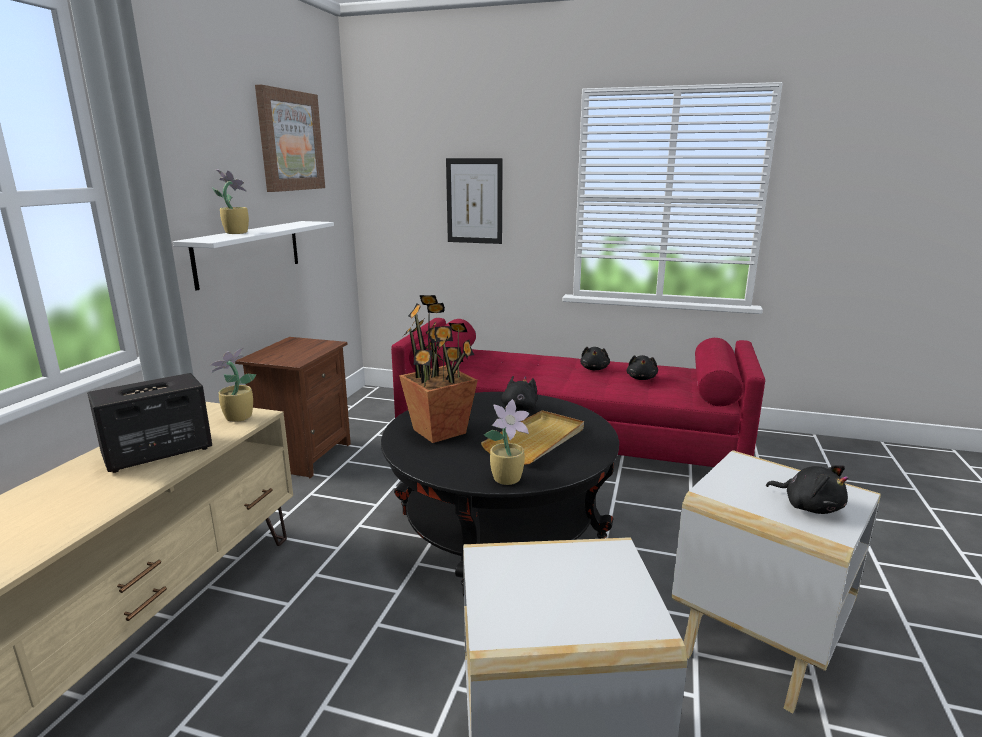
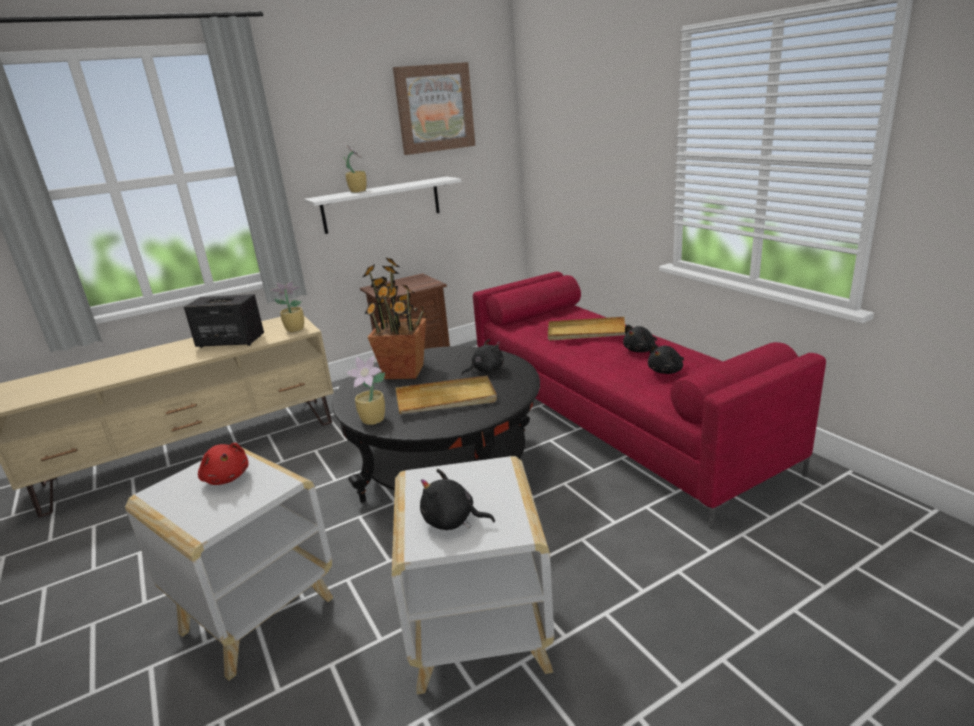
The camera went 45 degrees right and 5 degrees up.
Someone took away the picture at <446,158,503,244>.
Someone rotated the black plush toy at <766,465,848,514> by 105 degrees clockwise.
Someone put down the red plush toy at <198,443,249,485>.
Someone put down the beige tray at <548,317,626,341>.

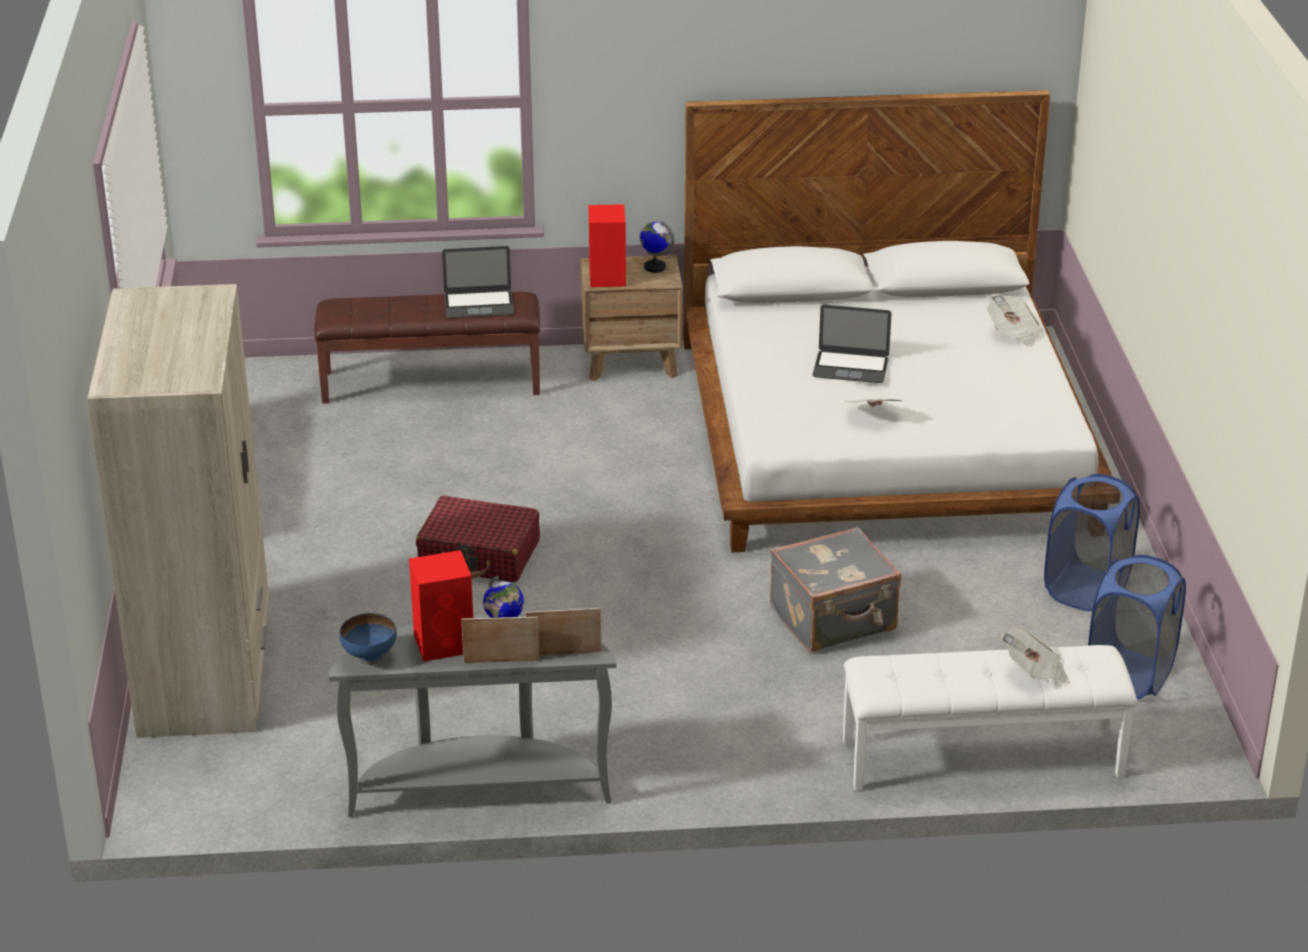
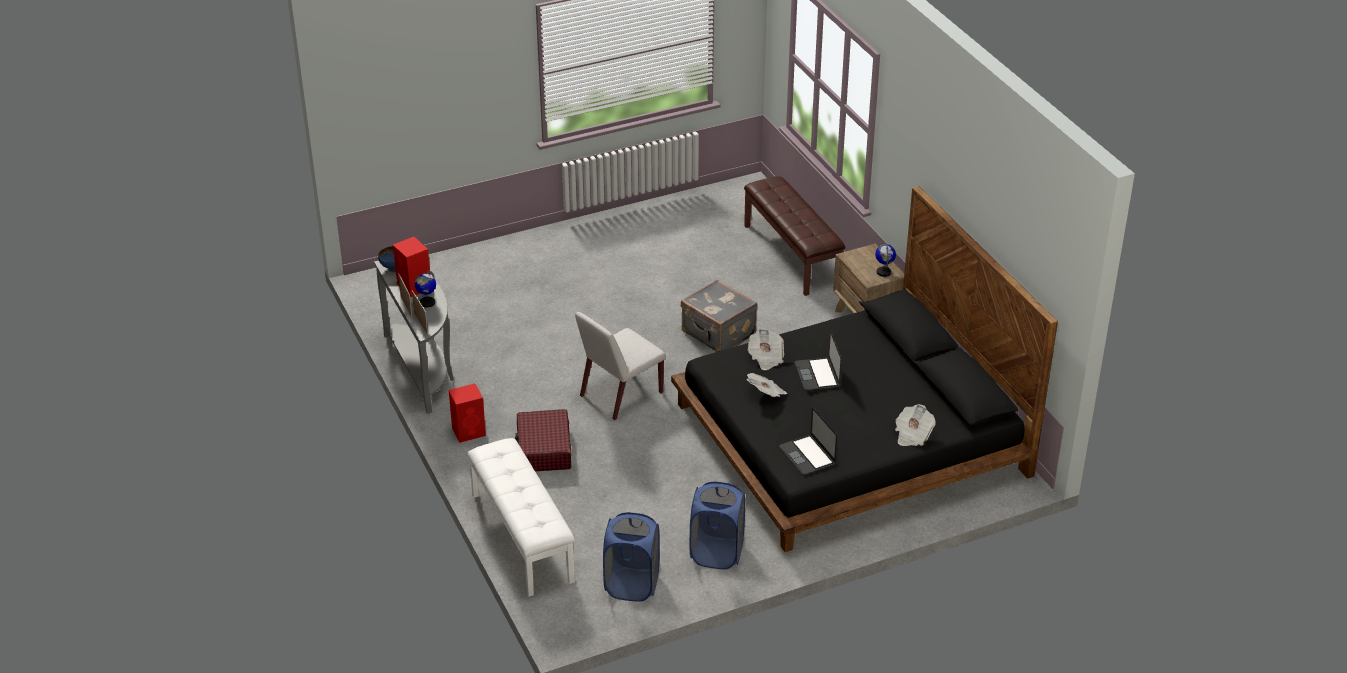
The camera went 70 degrees right and 5 degrees up.
Someone took away the beige wardrobe at <87,284,269,738>.
Someone carried the red suitcase from <416,495,540,582> to <515,409,571,472>.
Someone carried the laptop from <442,246,514,318> to <779,407,838,474>.
Someone carried the red speaker from <589,204,626,287> to <449,383,486,443>.
Someone repainted the white bed at <683,90,1113,552>, which became the black bed at <671,186,1058,552>.
Someone carried the grey suitcase from <770,527,901,652> to <681,279,757,352>.
Someone carried the newspaper from <1000,628,1070,684> to <748,328,784,371>.
Someone put down the white chair at <575,312,666,420>.

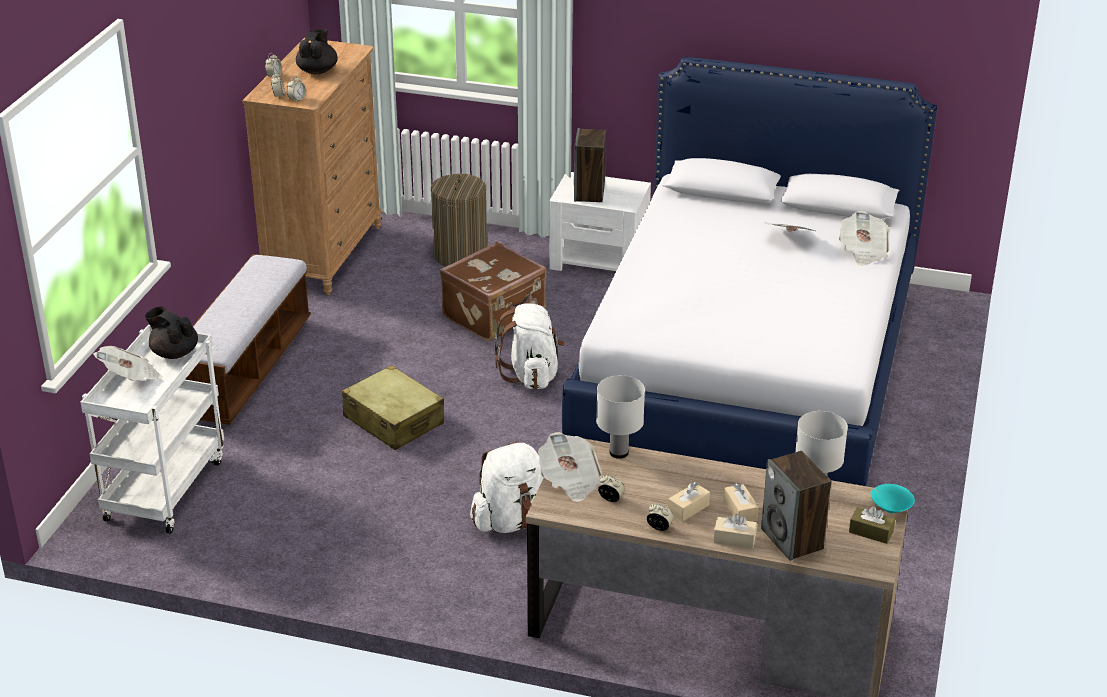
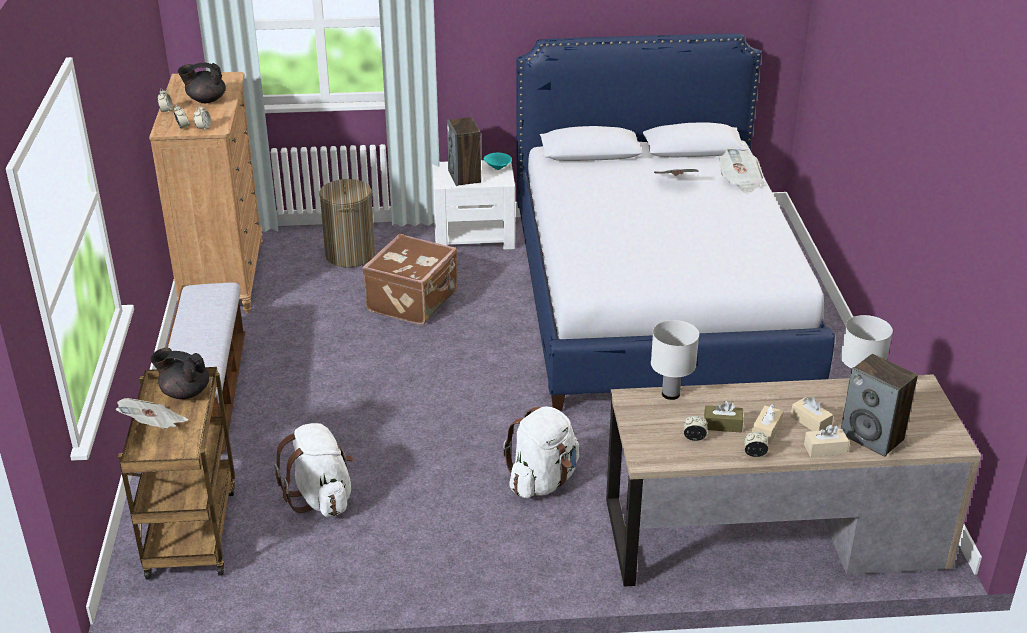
The camera went 20 degrees left and 0 degrees up.
Someone repainted the white cart at <80,325,224,534>, which became the brown cart at <118,367,235,580>.
Someone rotated the black teapot at <296,29,338,74> by 90 degrees counterclockwise.
Someone took away the beige suitcase at <342,365,444,450>.
Someone carried the white backpack from <495,303,565,390> to <274,423,353,517>.
Someone took away the newspaper at <538,432,602,502>.
Someone carried the brown tissue box from <849,506,895,544> to <704,401,743,432>.
Someone carried the turquoise bowl from <871,484,915,513> to <483,152,512,170>.

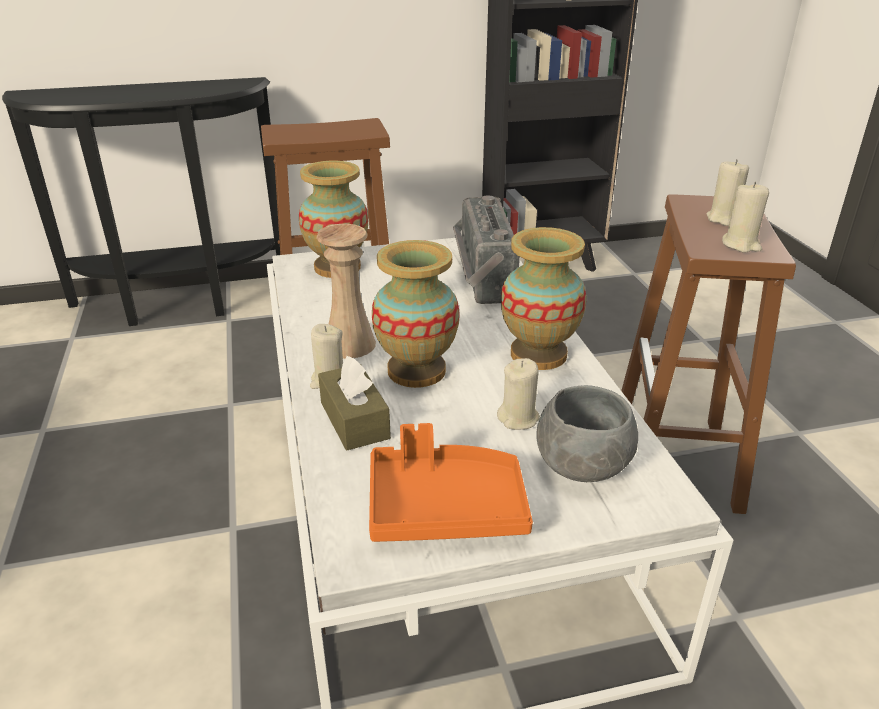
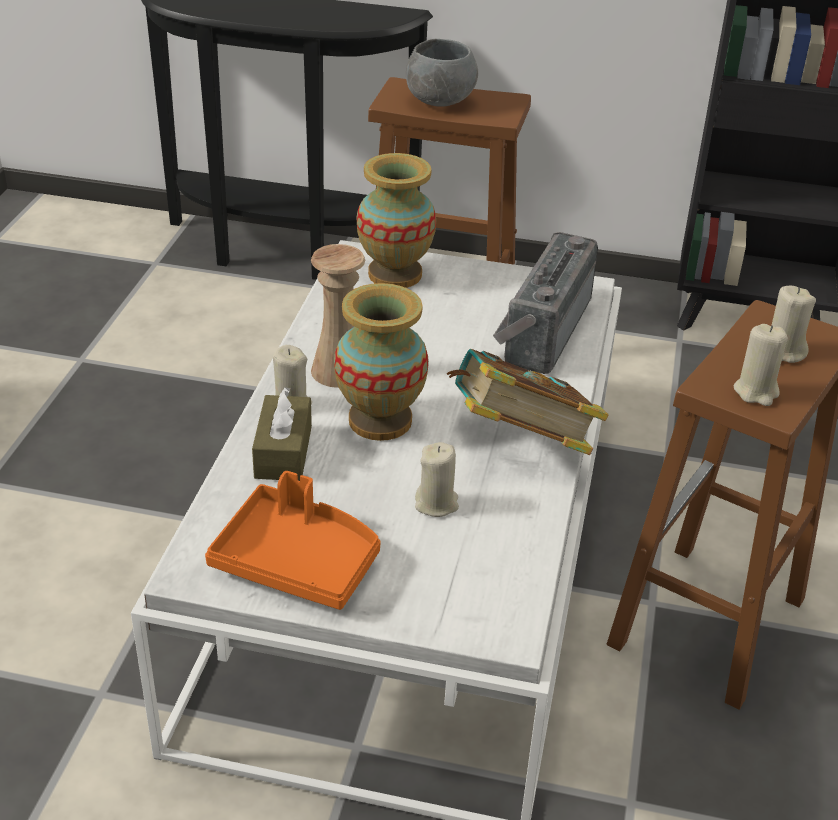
The camera went 25 degrees right and 5 degrees up.
Someone swapped the vase at <501,227,586,370> for the book at <446,349,609,455>.
Someone carried the grey bowl from <536,385,638,482> to <406,39,478,107>.

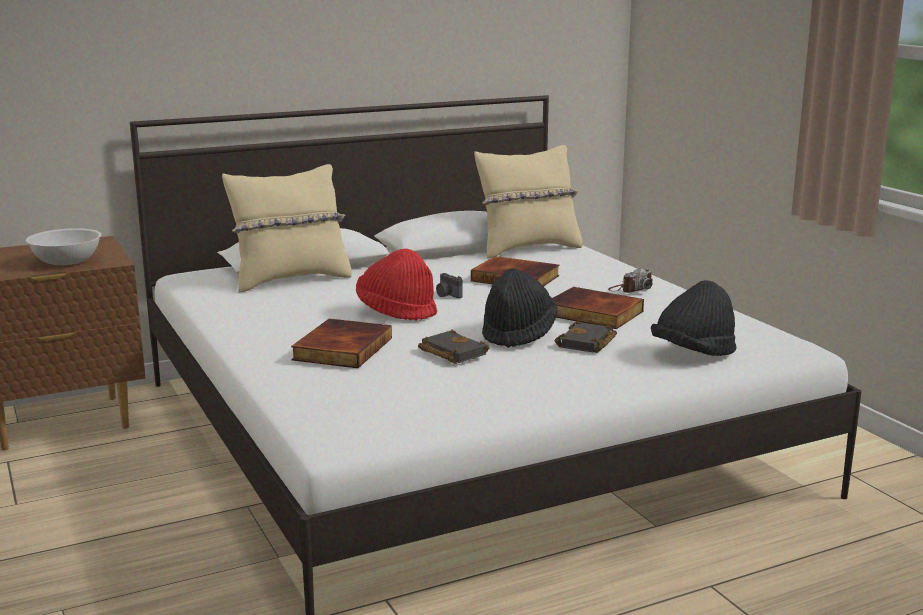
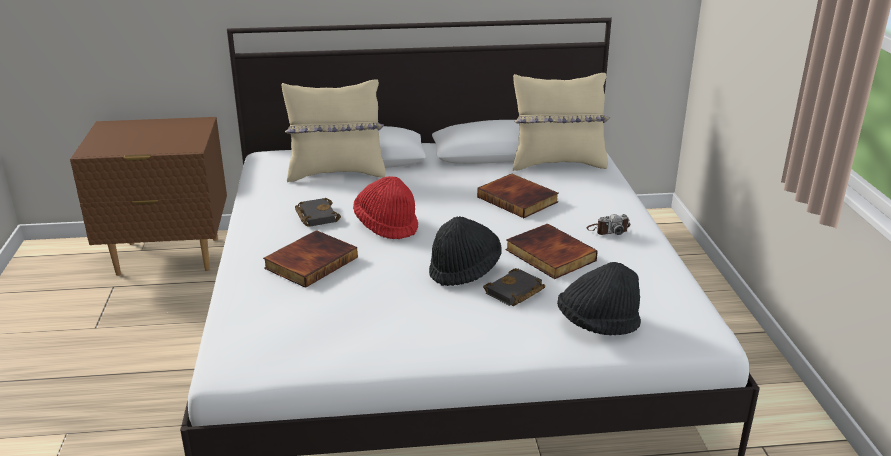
The camera went 20 degrees right and 10 degrees up.
Someone took away the white bowl at <26,228,101,265>.
Someone carried the black book from <418,330,490,364> to <295,198,341,226>.
Someone took away the photo camera at <436,273,462,298>.

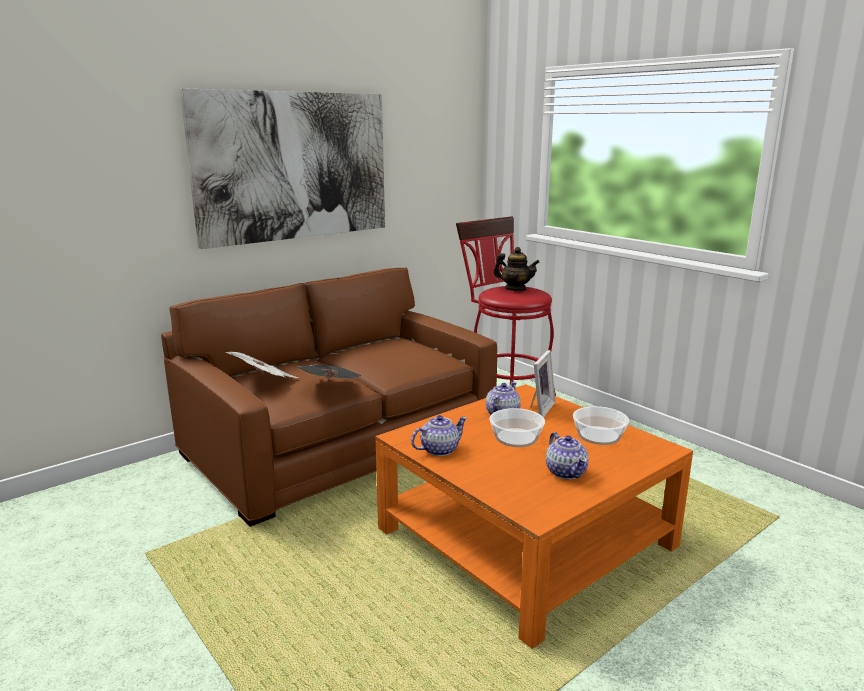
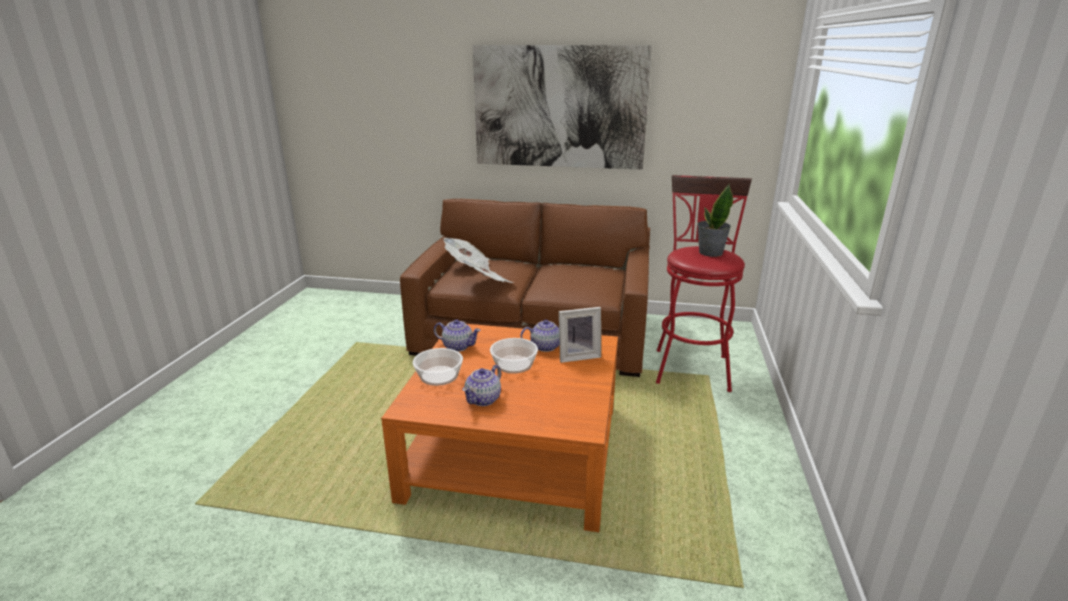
The camera went 50 degrees right and 5 degrees up.
Someone swapped the teapot at <494,247,540,291> for the potted plant at <697,183,733,257>.
Someone carried the bowl from <573,406,629,445> to <413,348,463,386>.

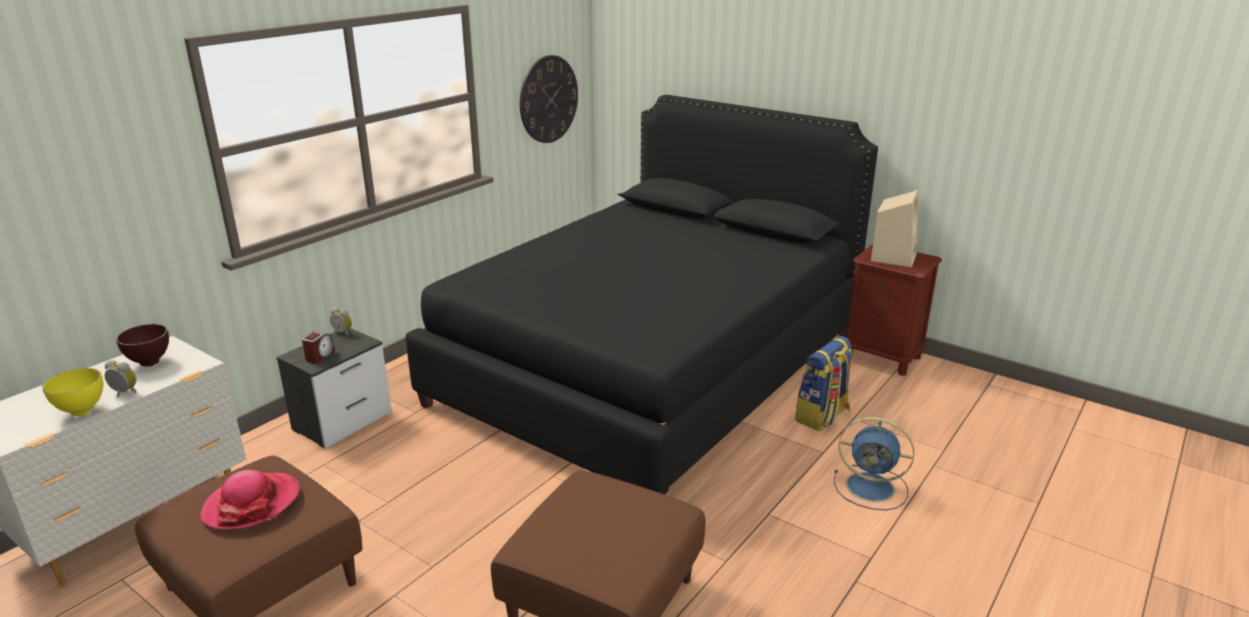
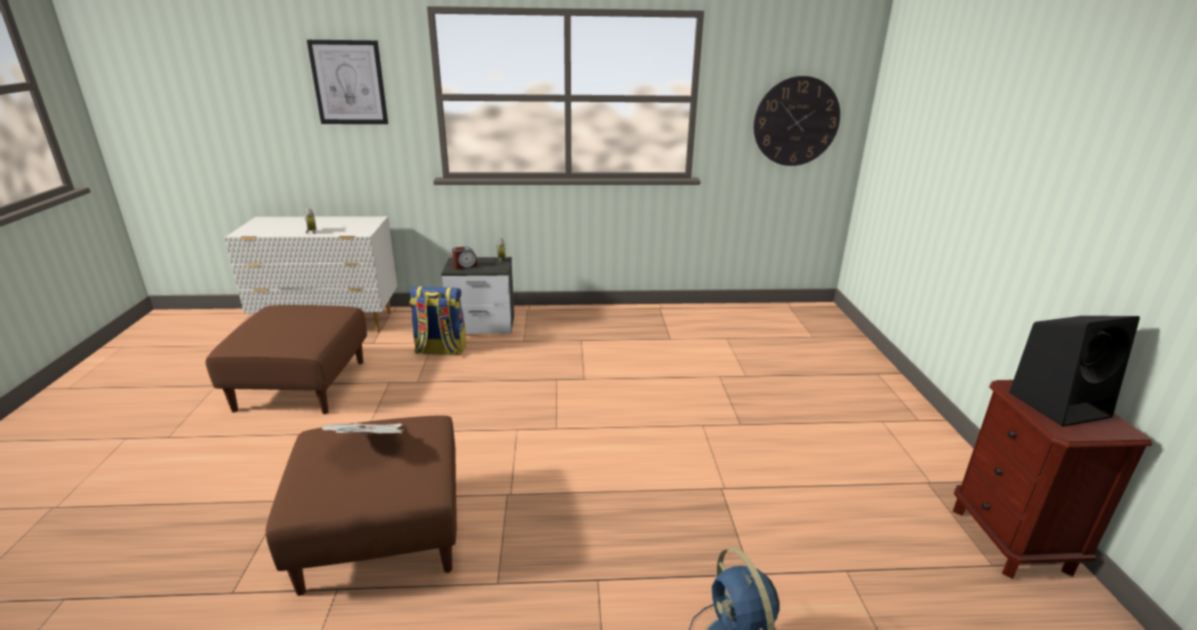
The camera went 50 degrees right and 0 degrees up.
Someone took away the yellow bowl at <42,368,103,416>.
Someone took away the brown bowl at <116,324,169,367>.
Someone took away the hat at <200,470,300,530>.
Someone took away the black bed at <405,95,878,495>.
Someone carried the backpack from <795,336,854,431> to <410,286,466,355>.
Someone repainted the beige speaker at <871,190,918,268>, which became the black speaker at <1009,316,1140,427>.
Someone put up the picture at <307,40,388,124>.
Someone put down the newspaper at <322,423,404,436>.

